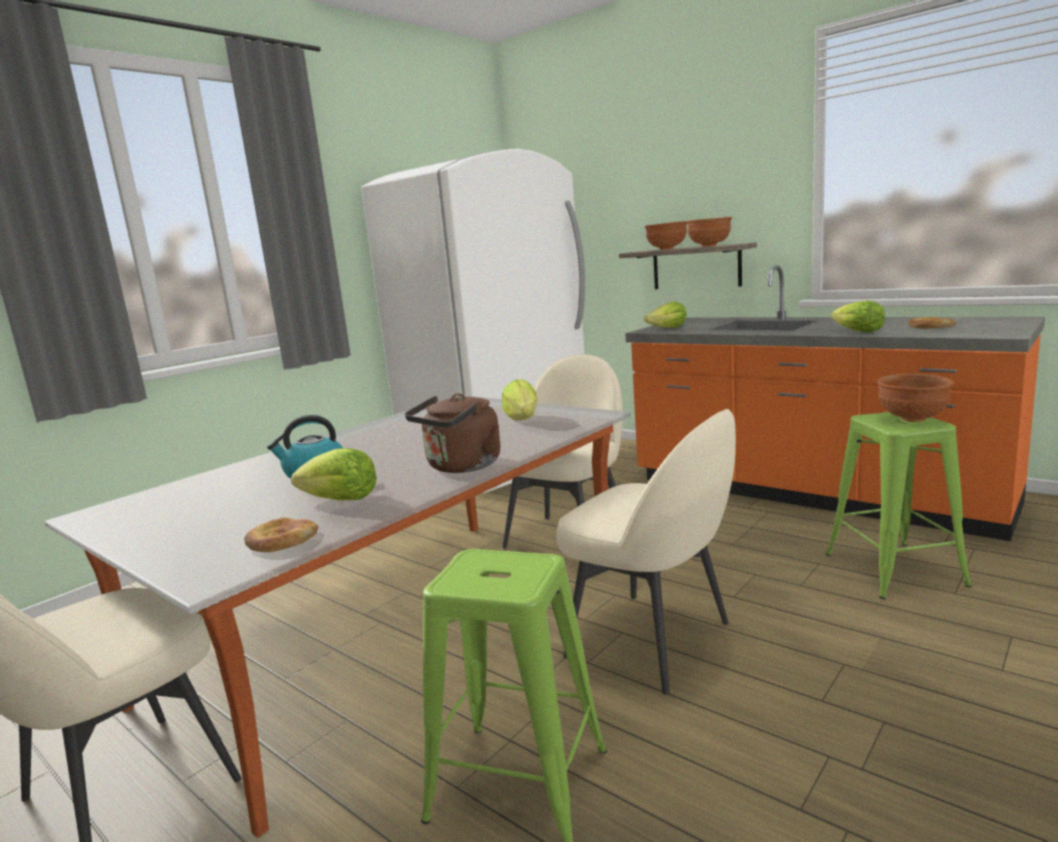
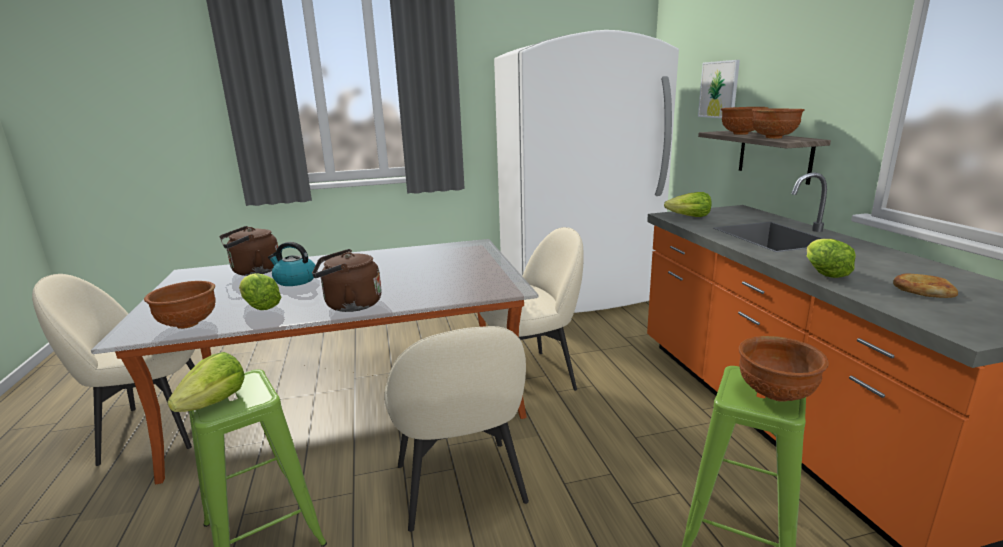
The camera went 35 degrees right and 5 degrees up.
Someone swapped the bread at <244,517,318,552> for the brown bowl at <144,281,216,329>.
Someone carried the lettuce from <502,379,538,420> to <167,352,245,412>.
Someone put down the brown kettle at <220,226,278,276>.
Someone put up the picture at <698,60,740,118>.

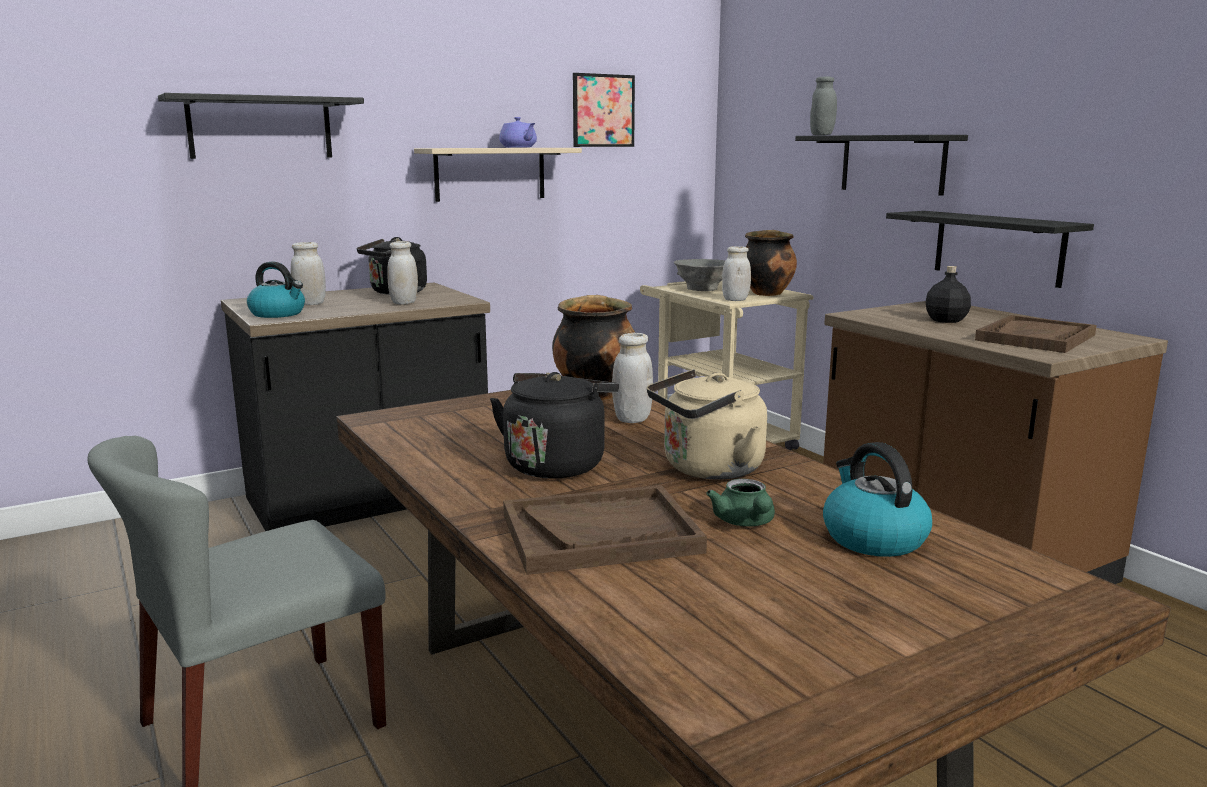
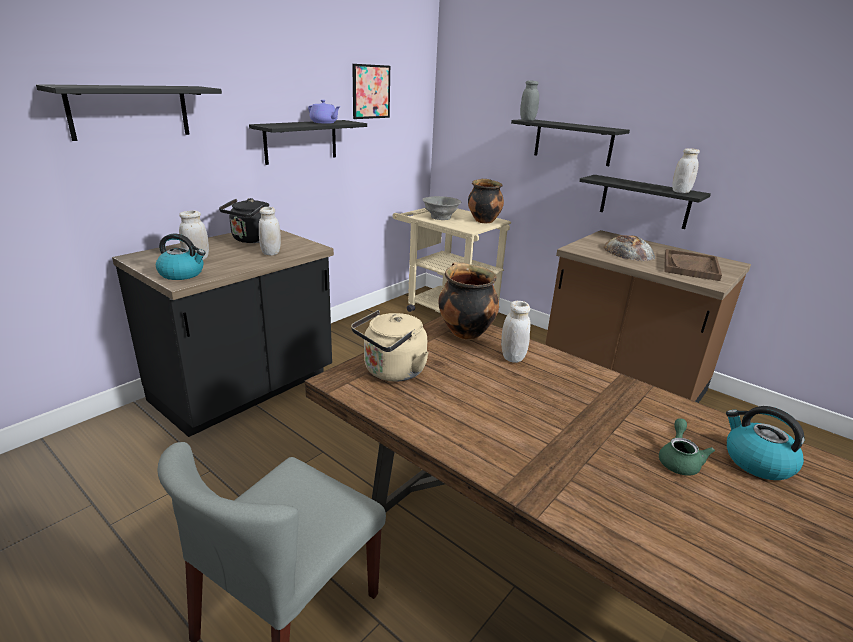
The camera went 20 degrees left and 10 degrees up.
Someone repainted the beige shelf at <414,148,582,202>, which became the black shelf at <249,120,367,165>.
Someone took away the black kettle at <490,372,619,479>.
Someone took away the brown tray at <503,485,707,575>.
Someone carried the beige kettle from <647,369,767,480> to <351,310,429,382>.
Someone rotated the green teapot at <706,479,775,527> by 135 degrees counterclockwise.
Someone carried the white jar from <722,246,751,301> to <672,148,700,193>.
Someone swapped the black bottle at <925,266,971,323> for the bread at <603,235,655,261>.

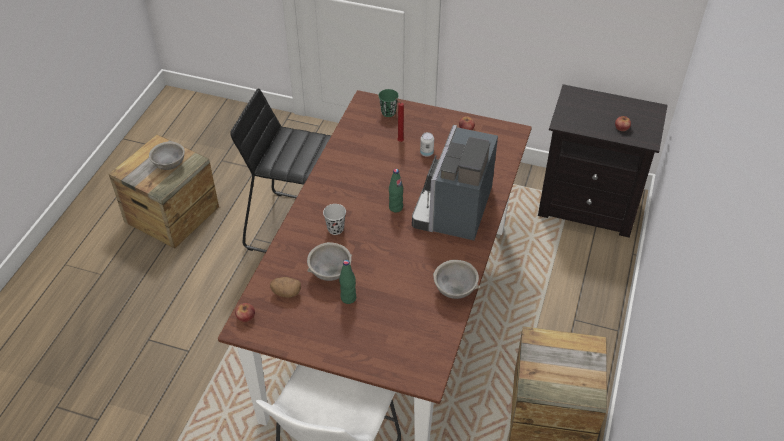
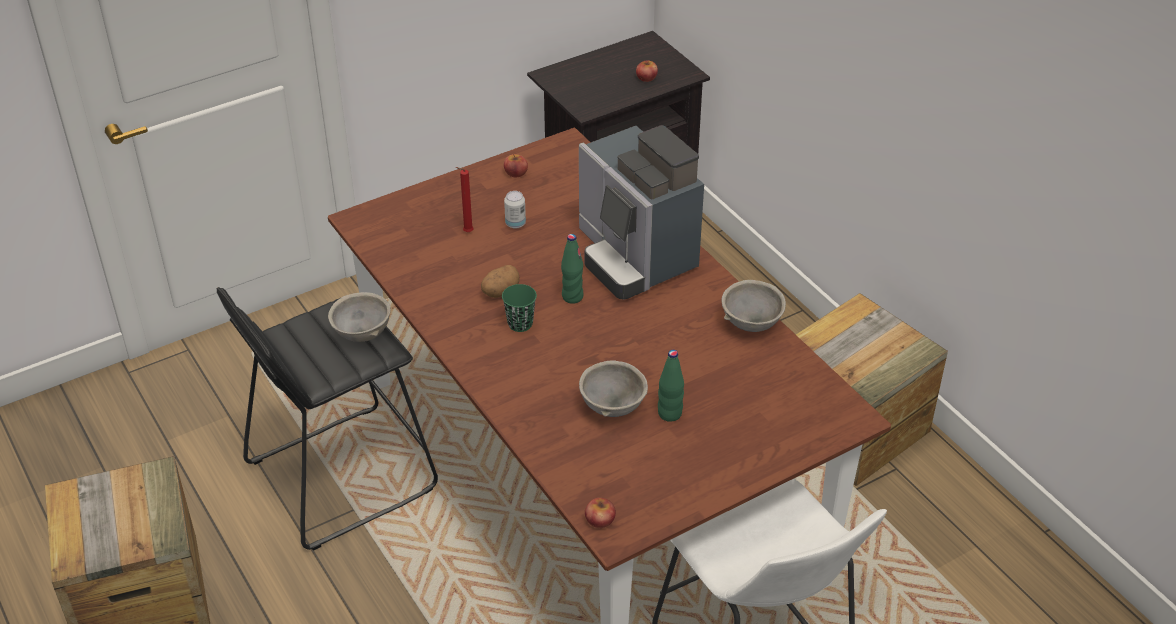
The camera went 50 degrees left and 5 degrees down.
Someone carried the grey bowl from <149,142,185,170> to <328,292,391,342>.
Someone carried the potato from <270,277,301,298> to <481,265,519,298>.
Someone took away the black cup at <323,204,346,235>.
Someone carried the green cup from <378,89,399,117> to <502,284,537,332>.

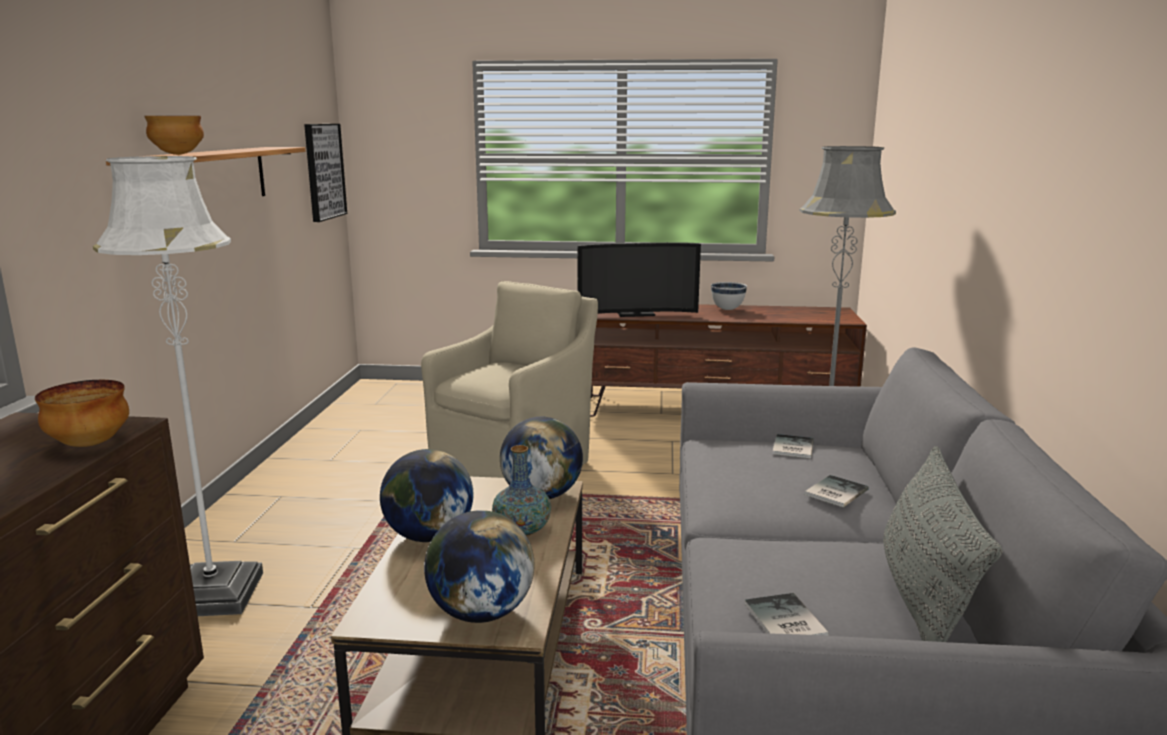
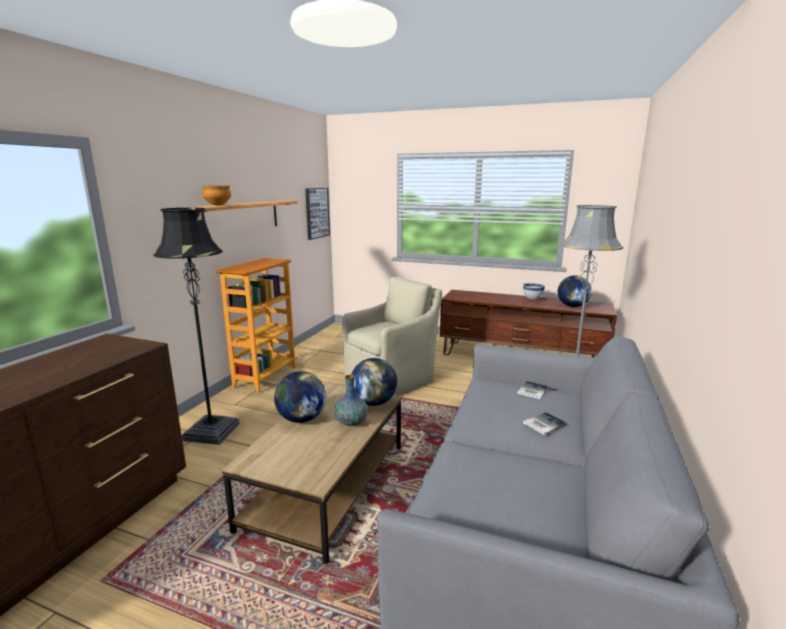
The camera went 15 degrees right and 0 degrees up.
Someone took away the bowl at <35,380,129,447>.
Someone repainted the white floor lamp at <93,156,263,616>, which became the black floor lamp at <153,208,240,445>.
Someone carried the globe from <424,510,534,623> to <558,275,592,307>.
Someone took away the television at <577,242,701,317>.
Someone took away the book at <744,593,829,636>.
Someone took away the grey pillow at <883,446,1003,642>.
Someone put down the bookcase at <215,258,296,393>.

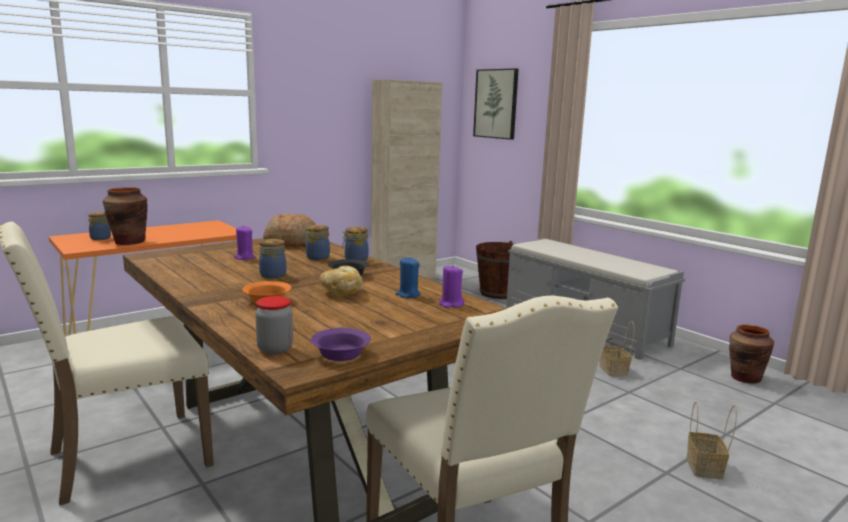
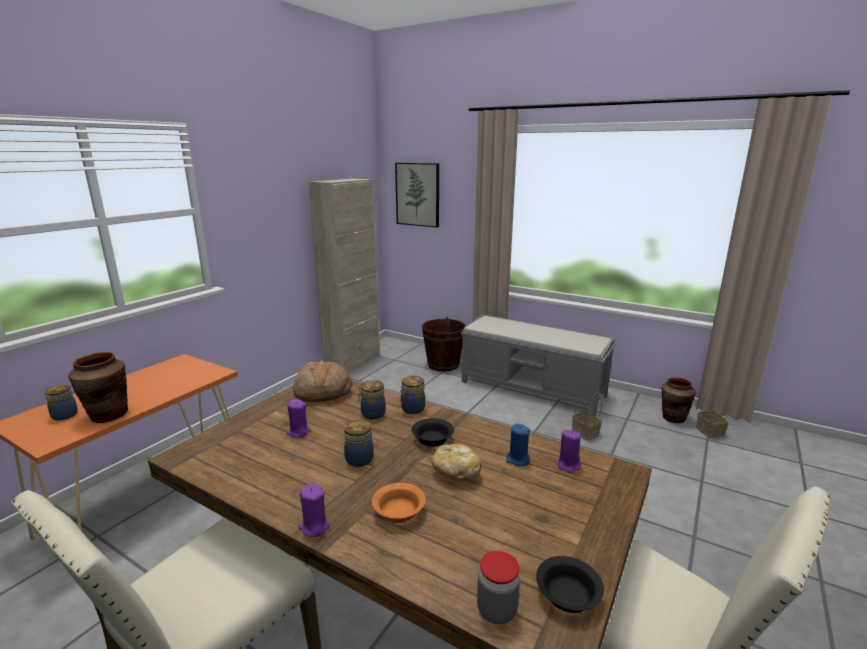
The camera went 20 degrees left and 5 degrees up.
Someone repainted the purple bowl at <311,328,371,361>, which became the black bowl at <536,556,604,613>.
Someone carried the basket from <686,401,737,479> to <696,392,731,438>.
Someone put down the purple candle at <299,483,330,537>.

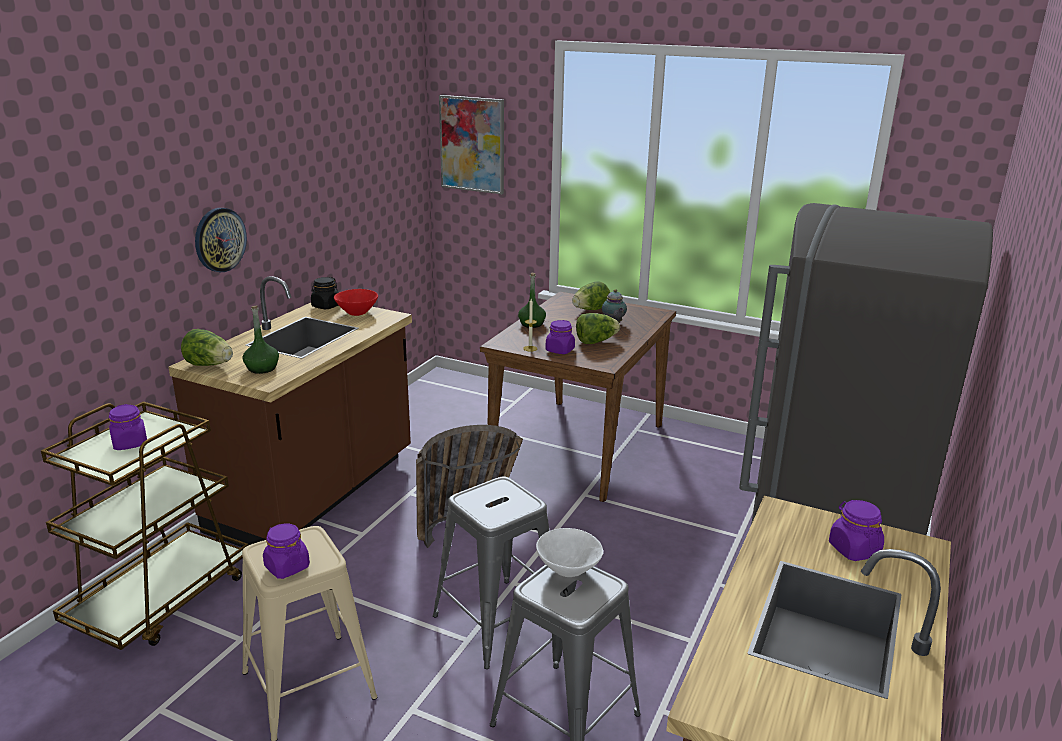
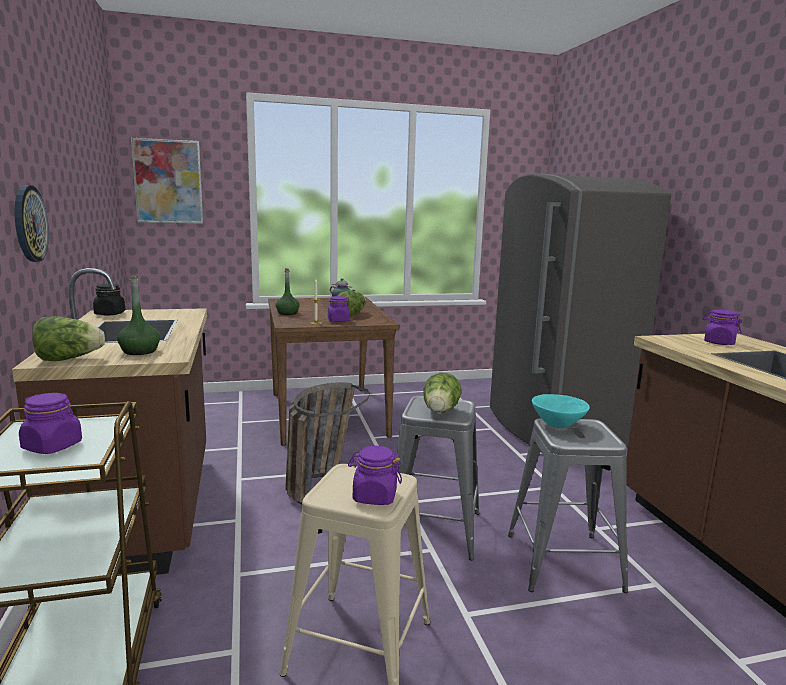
The camera went 40 degrees left and 10 degrees down.
Someone took away the red bowl at <334,289,378,316>.
Someone repainted the white bowl at <536,528,603,577>, which became the turquoise bowl at <532,394,590,428>.
Someone carried the lettuce from <572,281,610,310> to <424,373,462,413>.

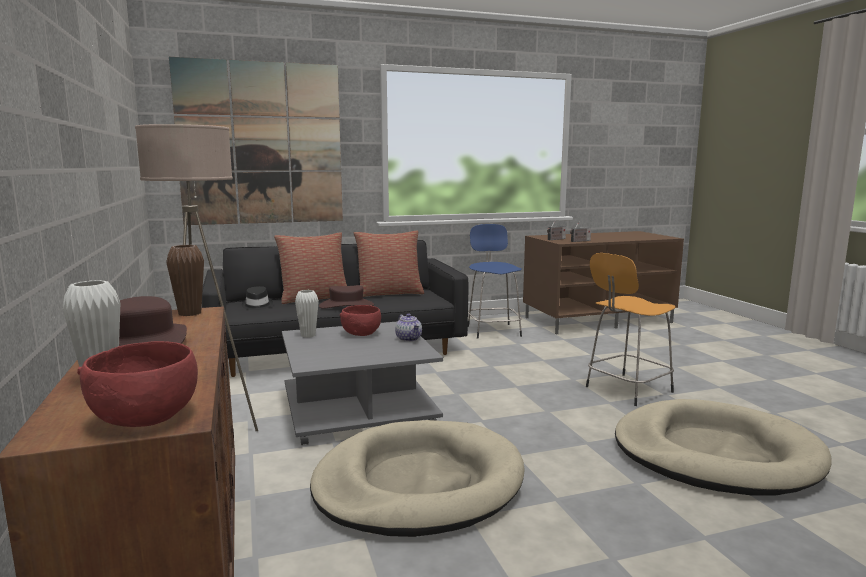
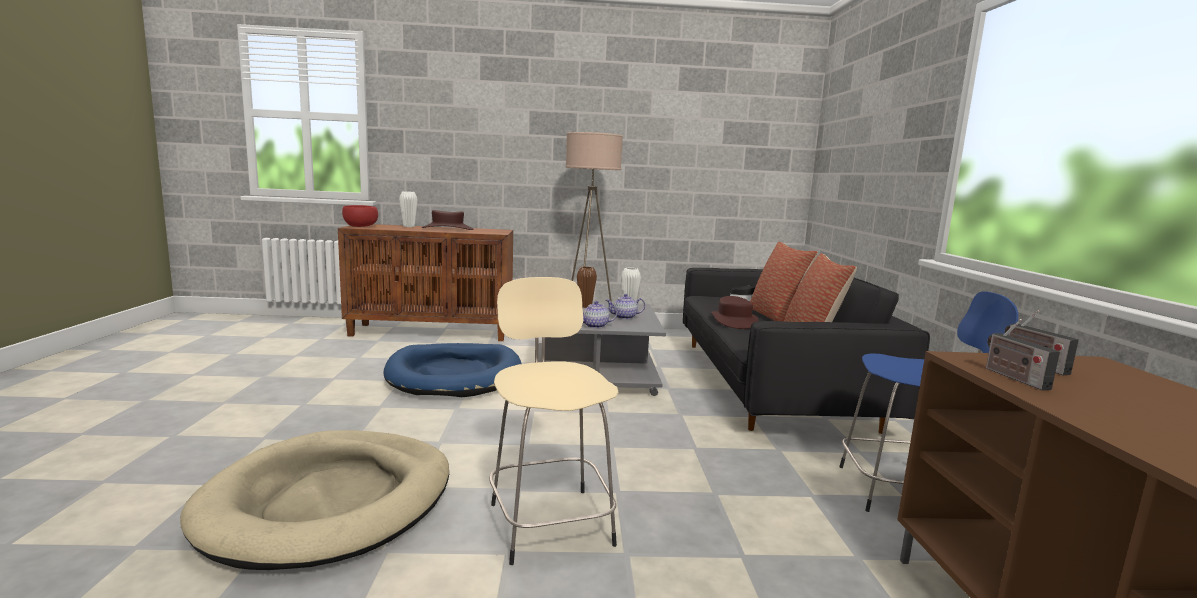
The camera went 105 degrees right and 0 degrees up.
Someone carried the brown vase from <166,245,204,316> to <577,267,597,308>.
Someone took away the picture at <169,57,343,225>.
Someone repainted the beige dog bed at <310,420,525,537>, which became the blue dog bed at <383,343,521,397>.
Someone swapped the red bowl at <340,305,381,336> for the teapot at <606,294,645,319>.
Someone repainted the orange stool at <586,253,676,406>, which became the beige stool at <489,277,618,565>.

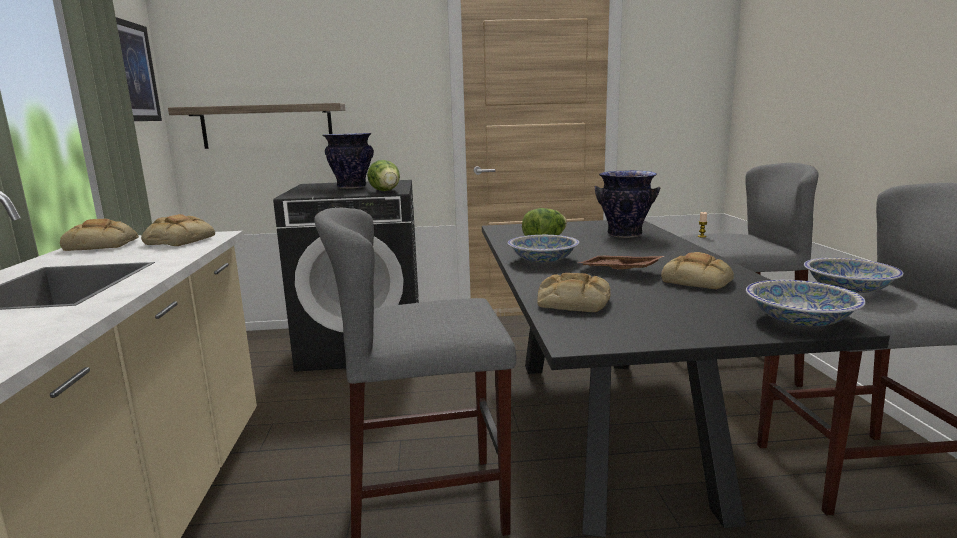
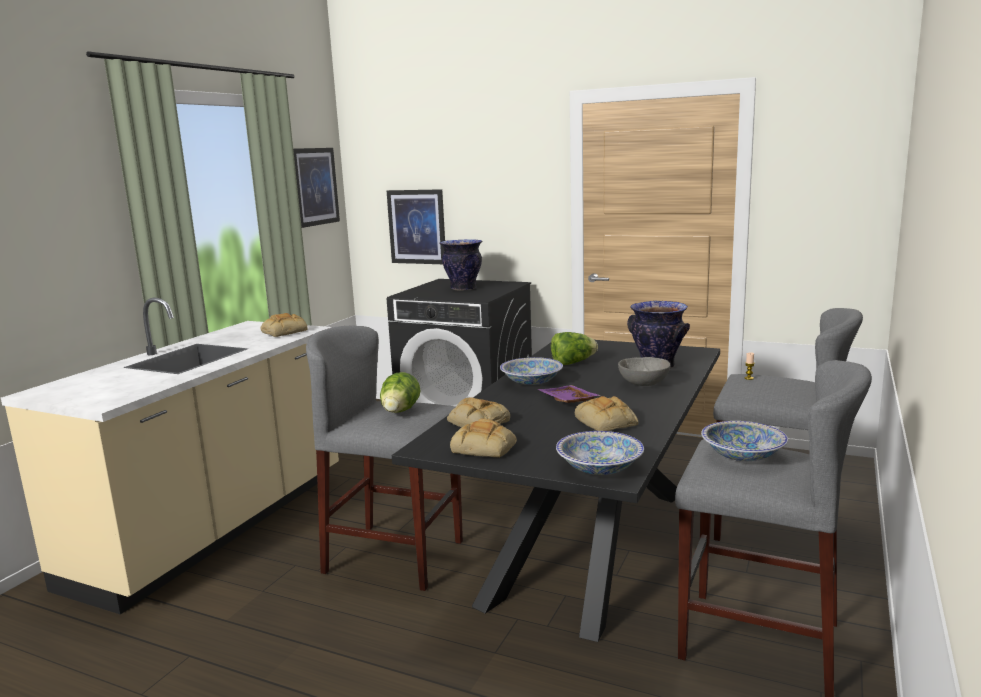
The camera went 30 degrees right and 0 degrees up.
Someone carried the bread from <60,219,139,251> to <450,419,517,458>.
Someone swapped the shelf at <168,103,345,149> for the picture at <387,189,445,264>.
Someone carried the lettuce from <367,160,400,191> to <380,372,421,413>.
Someone repainted the brown tray at <578,256,664,269>, which became the purple tray at <538,385,601,403>.
Someone put down the grey bowl at <618,357,671,386>.

